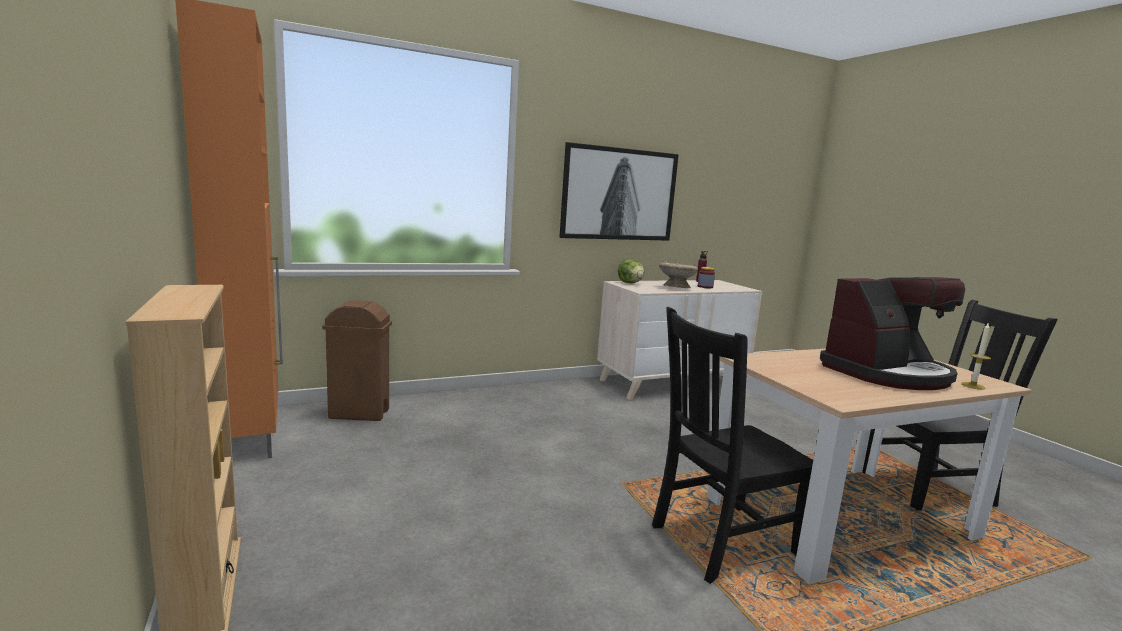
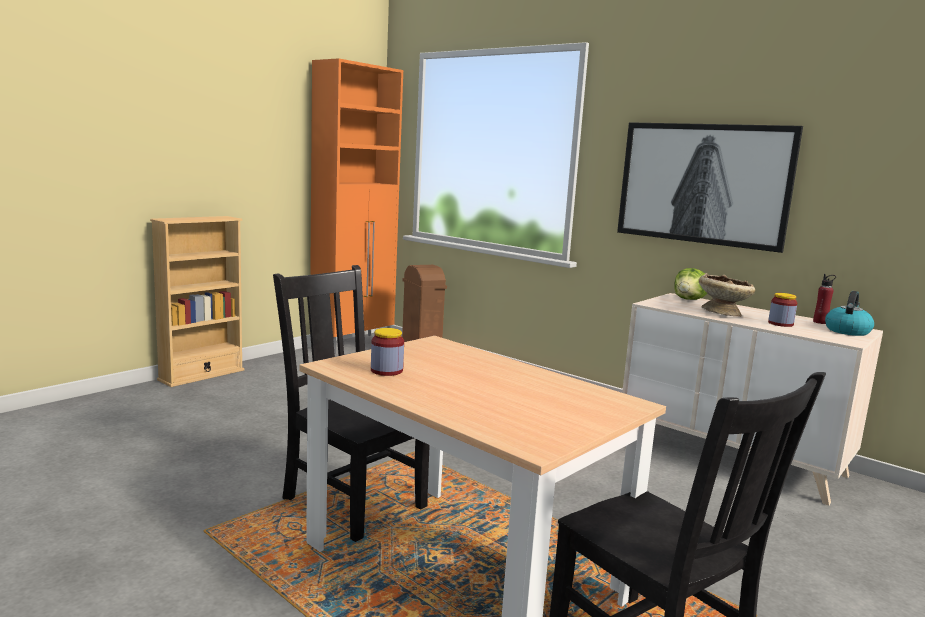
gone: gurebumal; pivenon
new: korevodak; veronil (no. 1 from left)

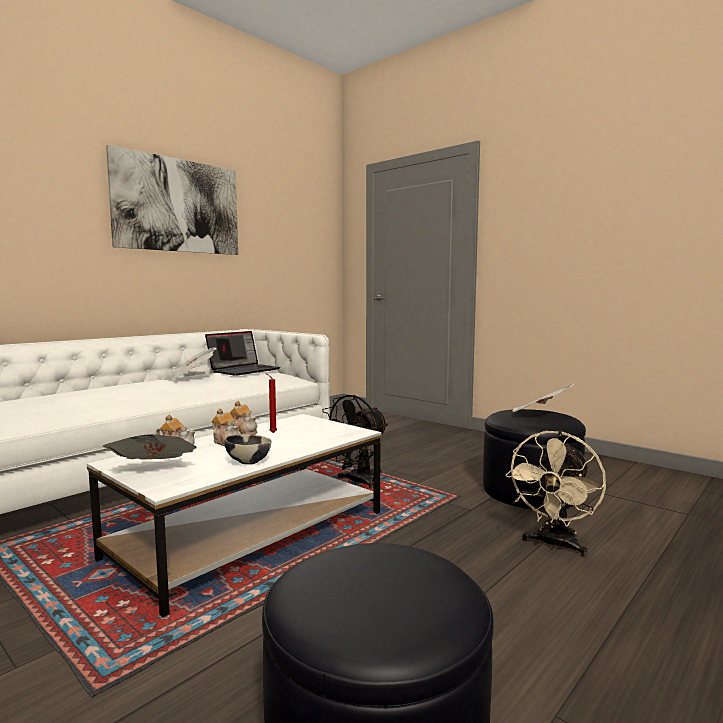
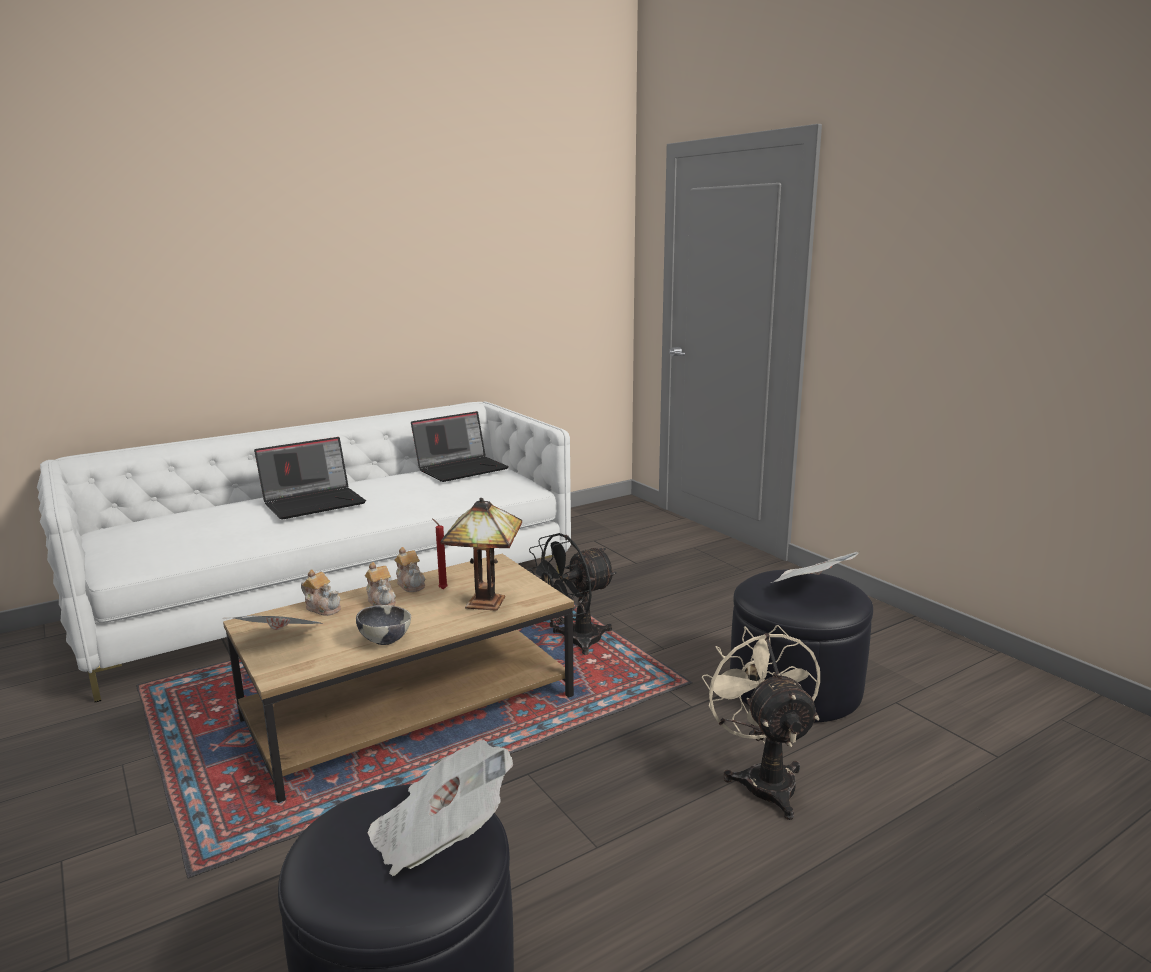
gone: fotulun
new: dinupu (no. 1 from left); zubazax
shifted: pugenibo (no. 2 from left)
repainted: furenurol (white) to furenurol (brown)
rotated: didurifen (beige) 120 degrees clockwise

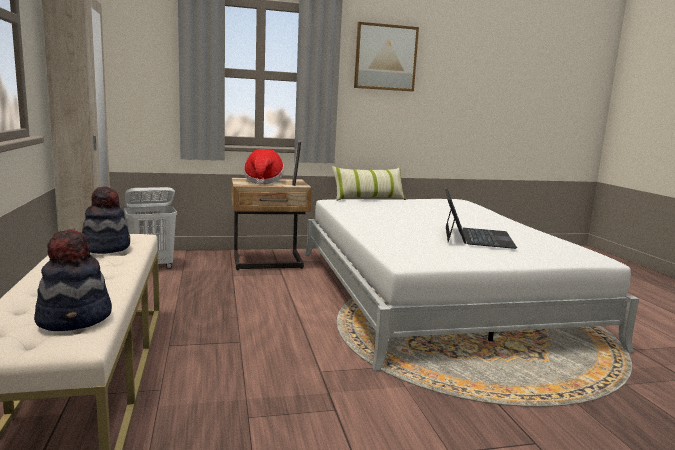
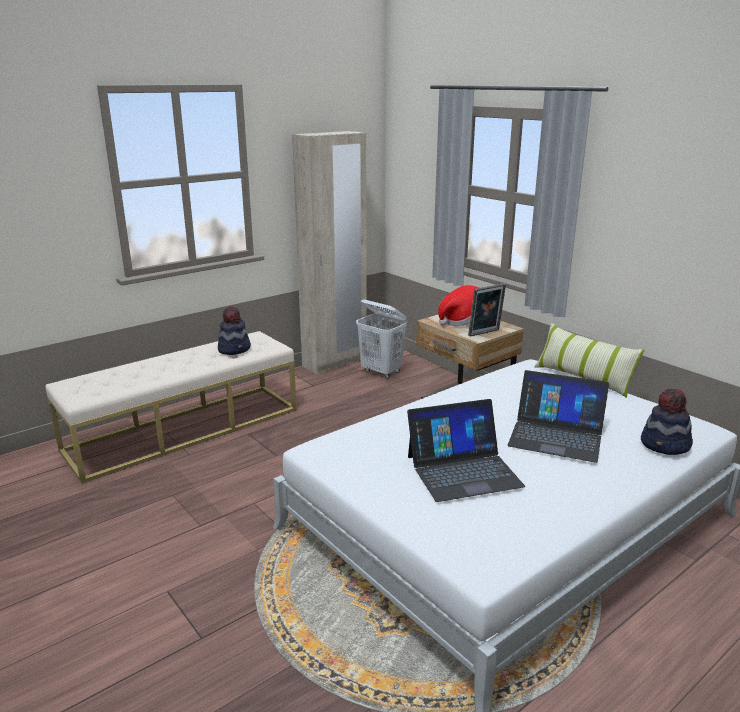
gone: fotulun
new: dinupu (no. 2 from left)
shifted: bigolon (no. 1 from left in the first image) to bigolon (no. 3 from left)

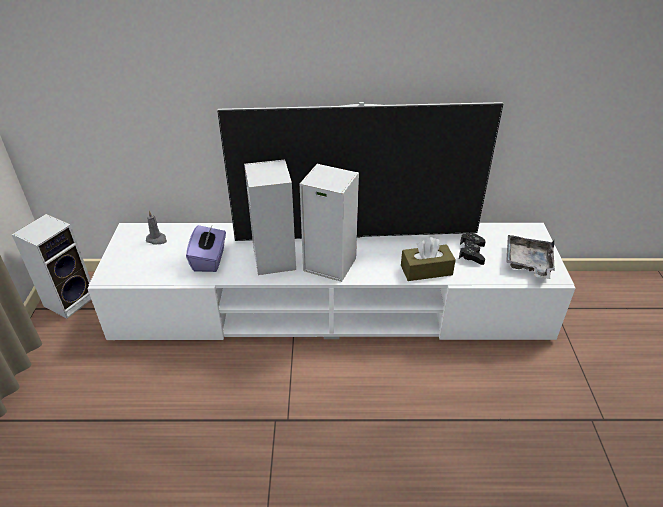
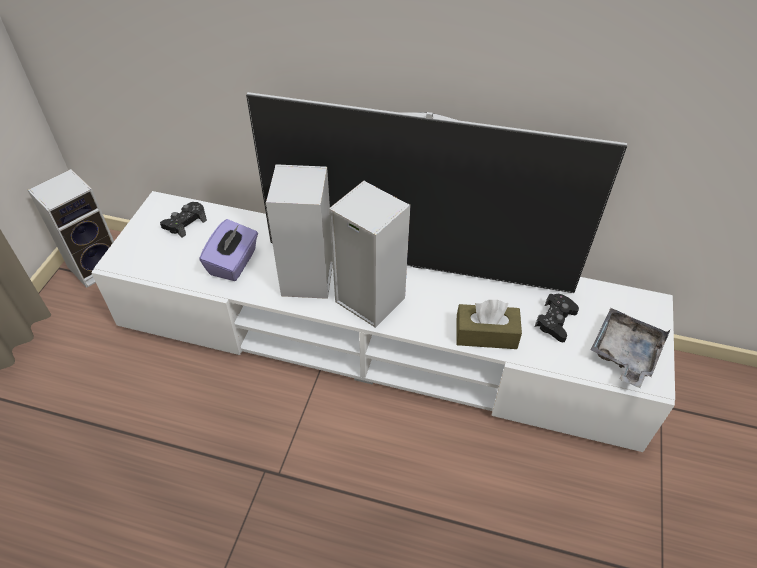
swapped: pivenon (grey) to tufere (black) (no. 1 from left)

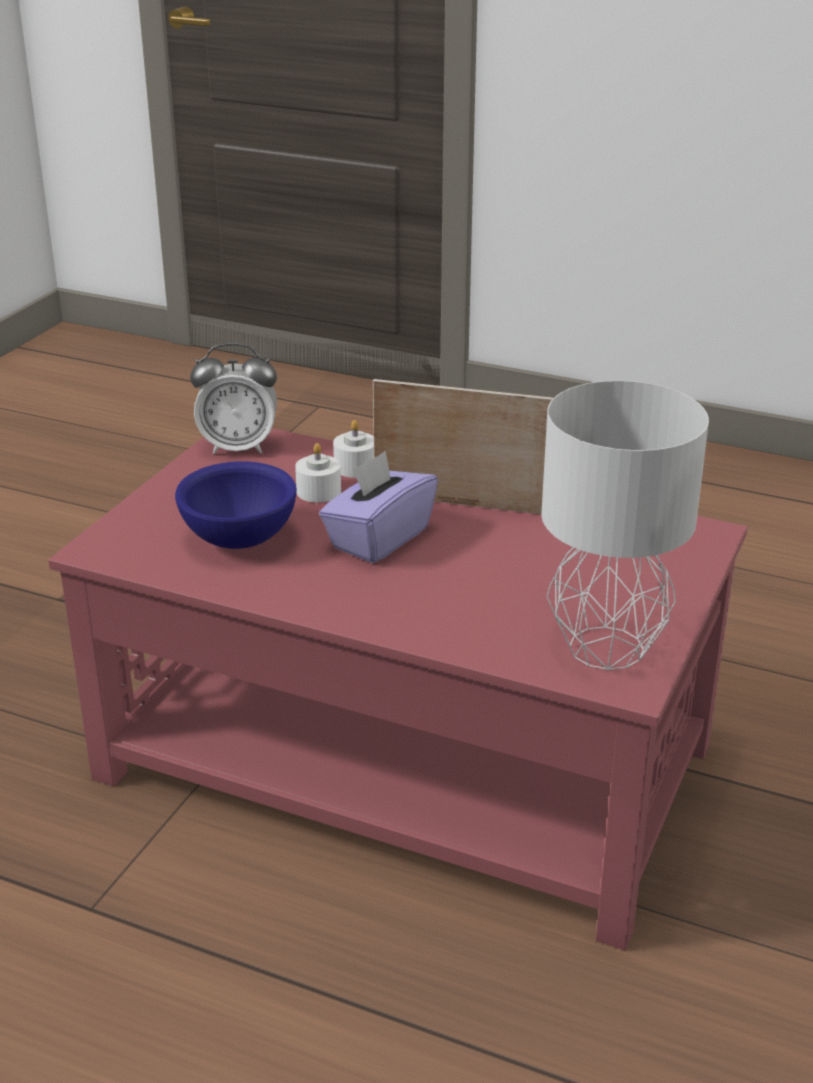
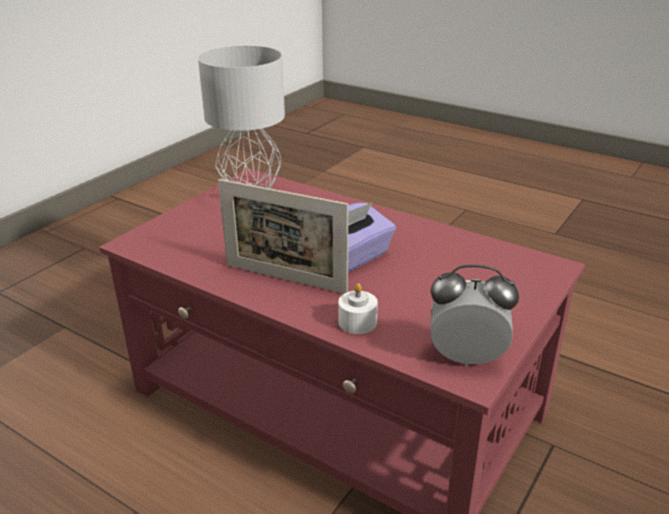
gone: pivenon (white) (no. 1 from left); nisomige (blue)

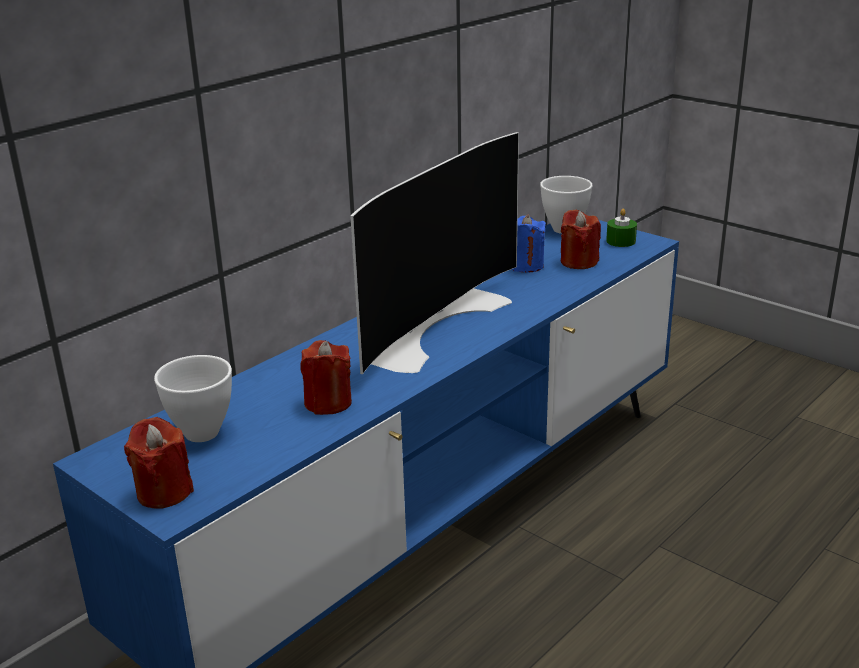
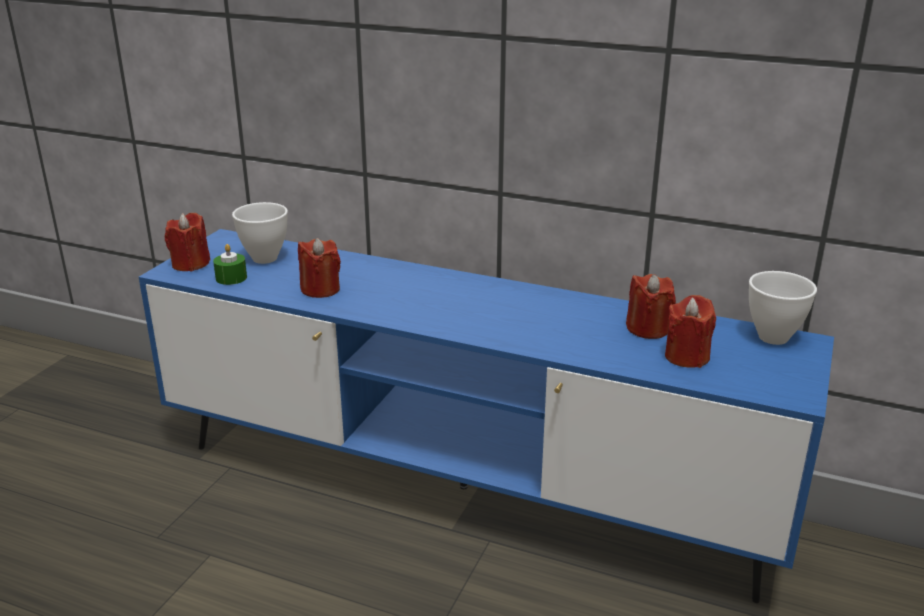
gone: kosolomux
shifted: pivenon (green)
repainted: pivenon (blue) to pivenon (red) (no. 3 from left)

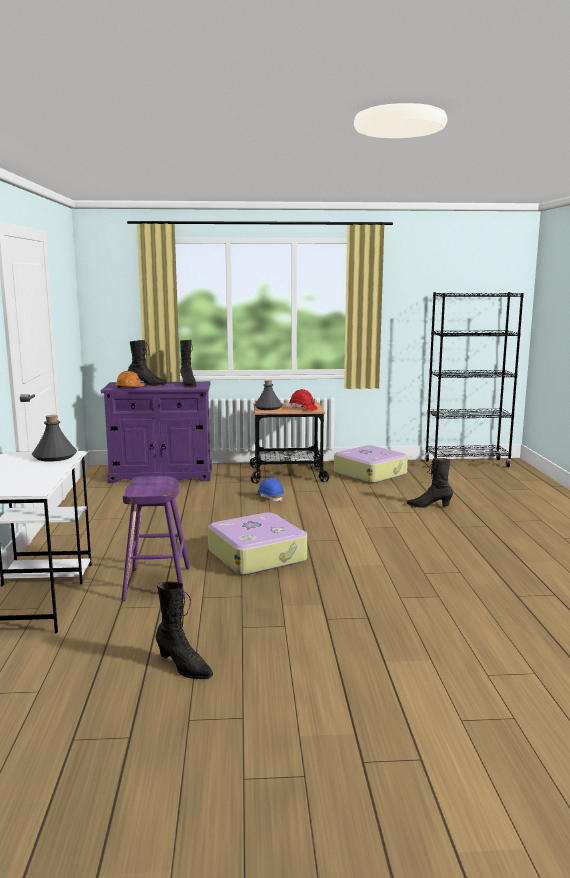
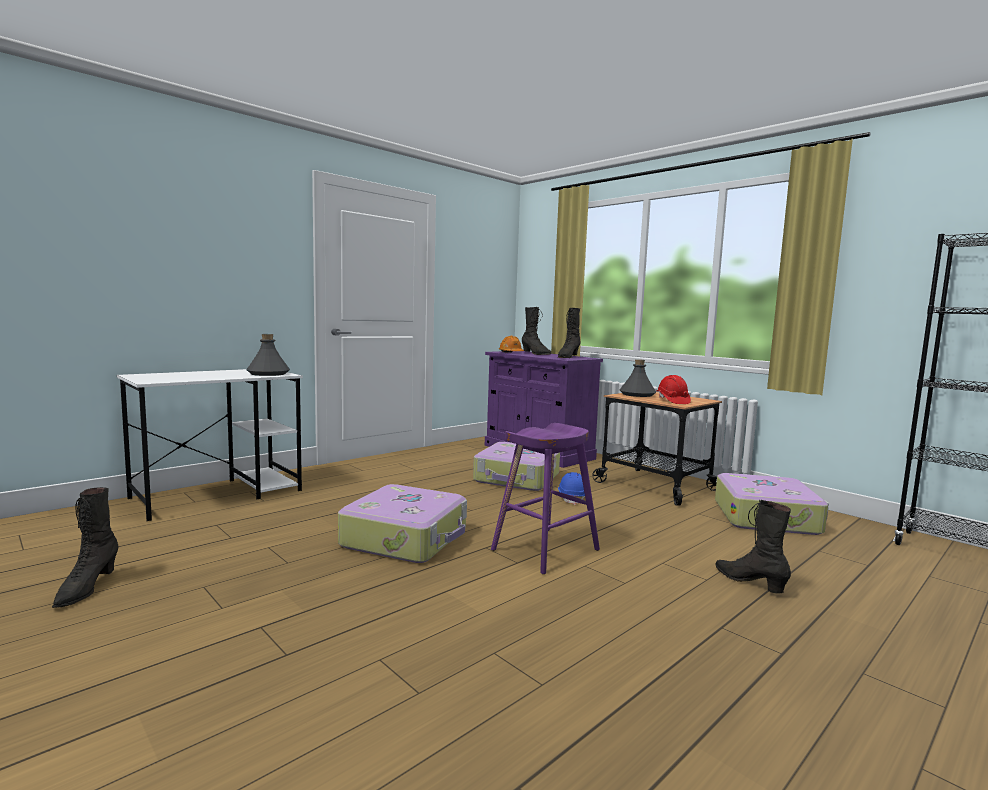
new: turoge (no. 2 from left)
shifted: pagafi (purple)

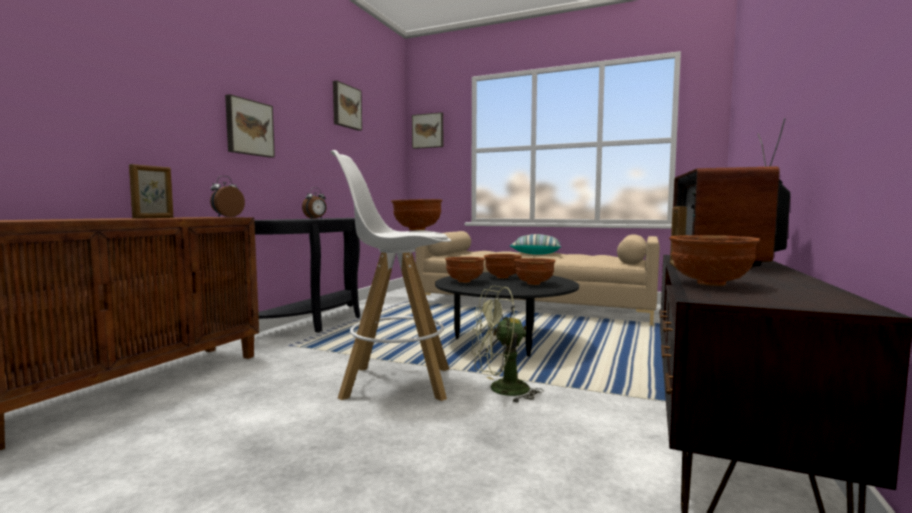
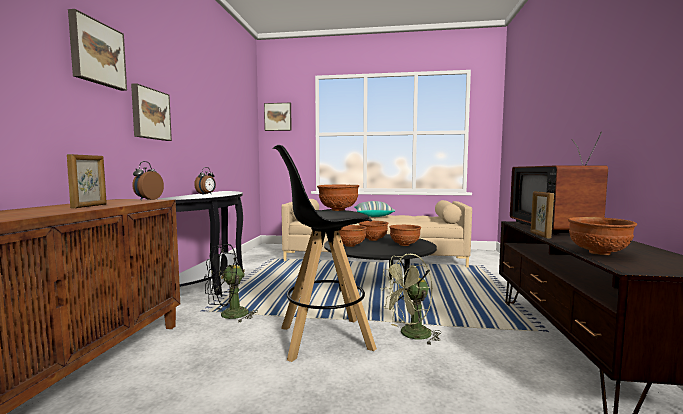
new: didurifen (black)
shifted: fotulun (no. 2 from left in the first image) to fotulun (no. 1 from left)
repainted: pagafi (white) to pagafi (black)

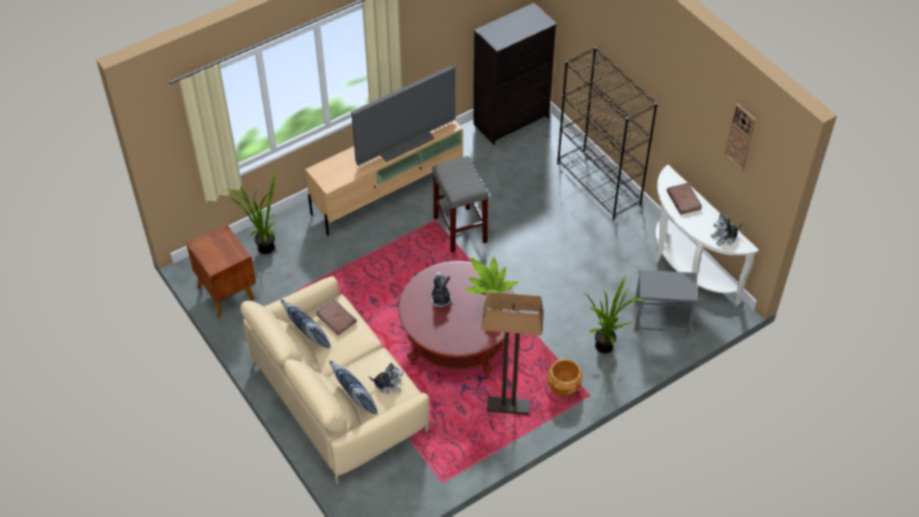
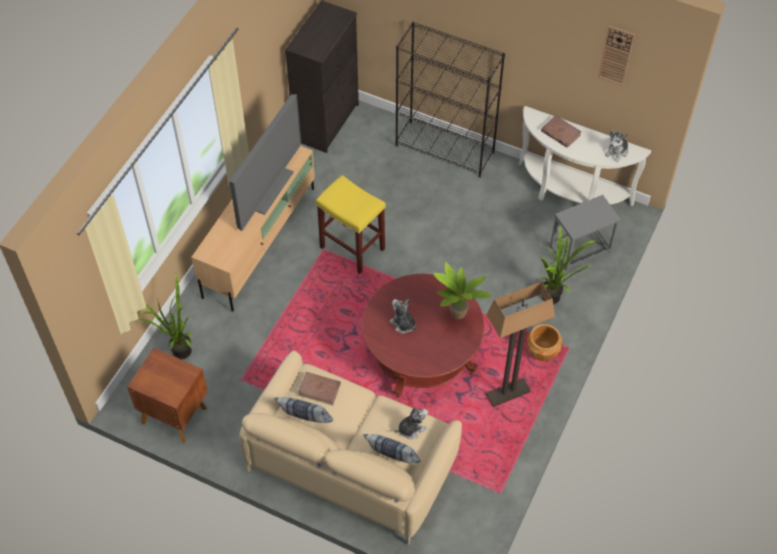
repainted: pagafi (grey) to pagafi (yellow)

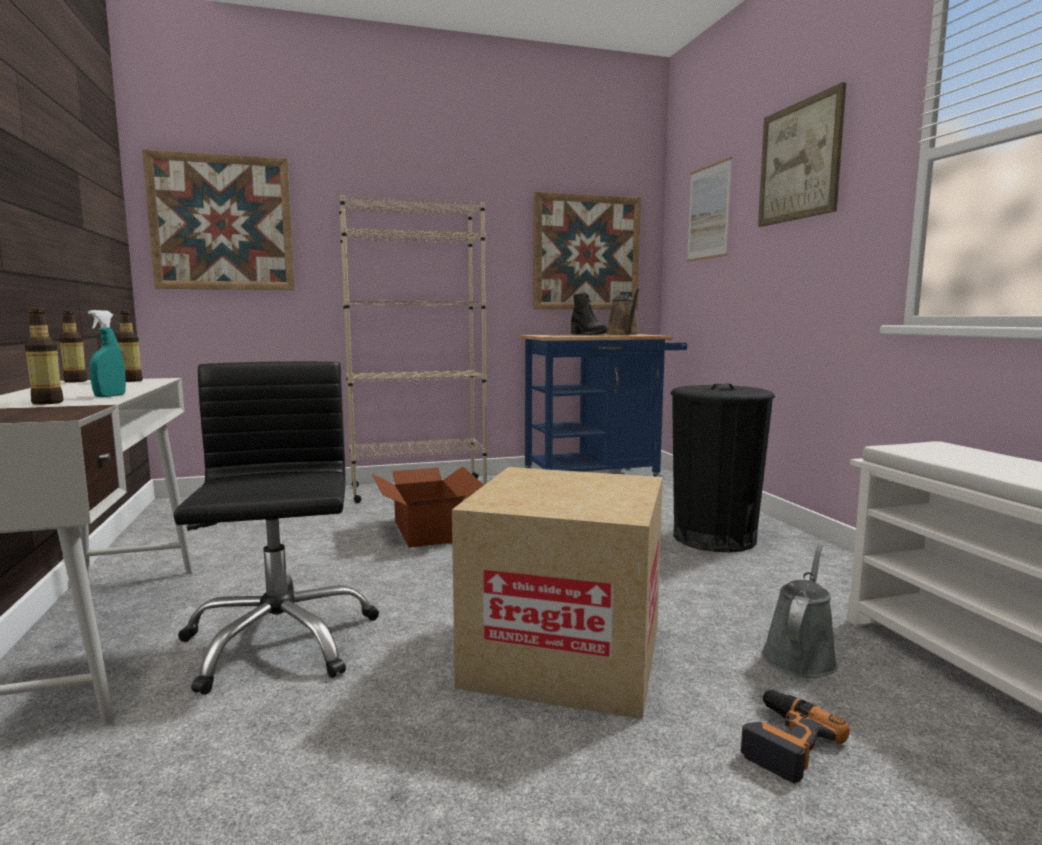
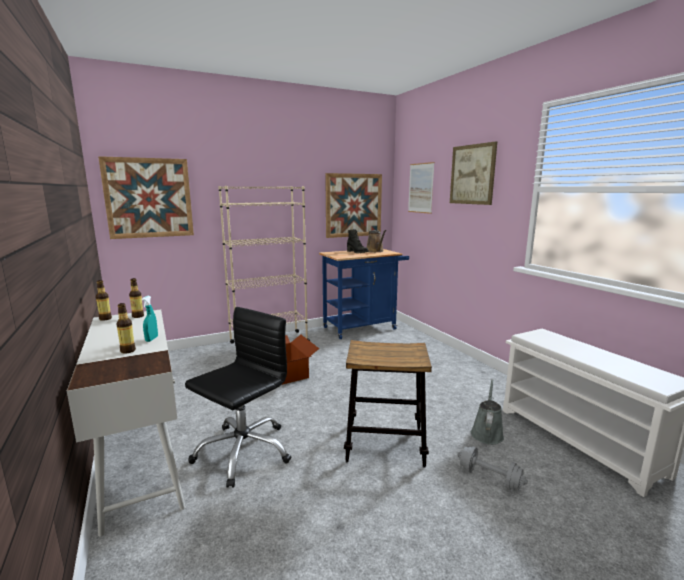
gone: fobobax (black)
swapped: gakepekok (no. 2 from left) to pagafi; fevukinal to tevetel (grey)
rotated: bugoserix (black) 60 degrees clockwise

